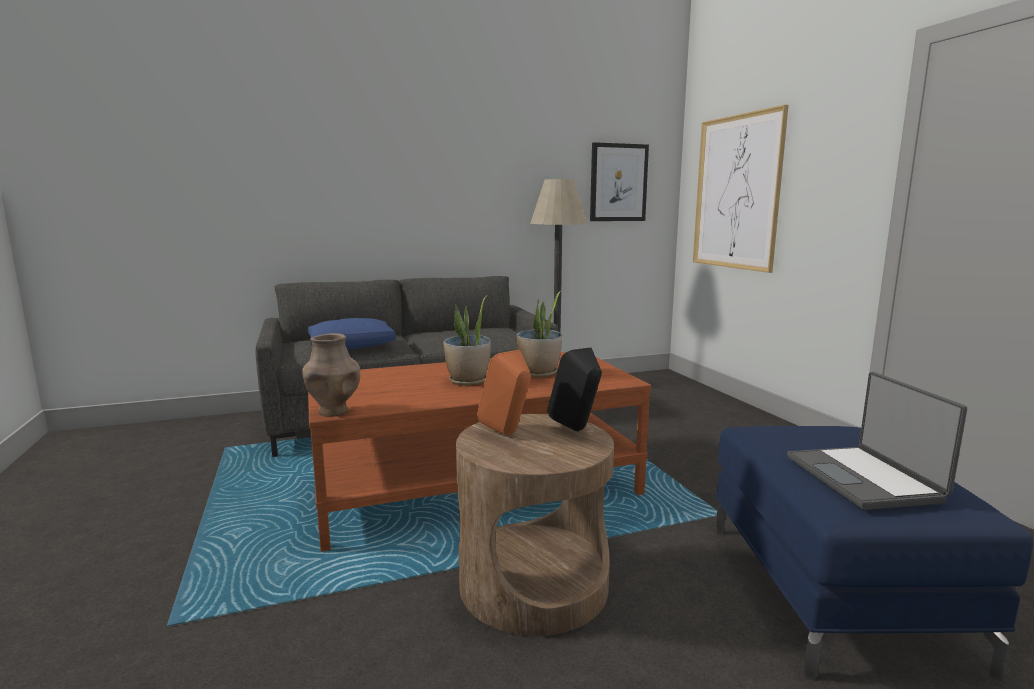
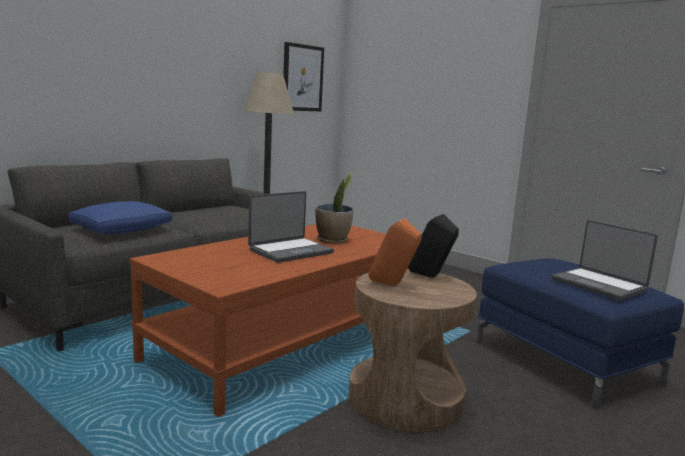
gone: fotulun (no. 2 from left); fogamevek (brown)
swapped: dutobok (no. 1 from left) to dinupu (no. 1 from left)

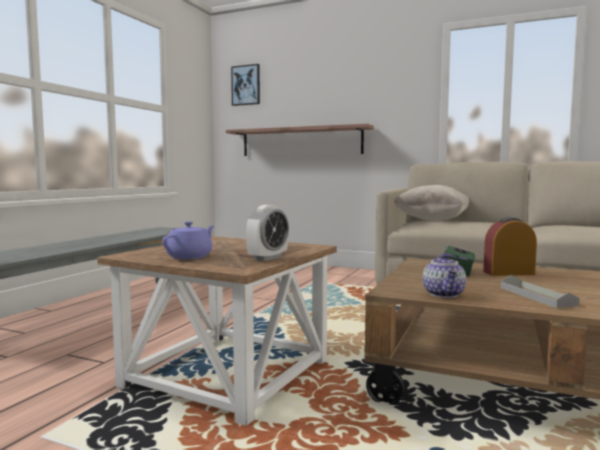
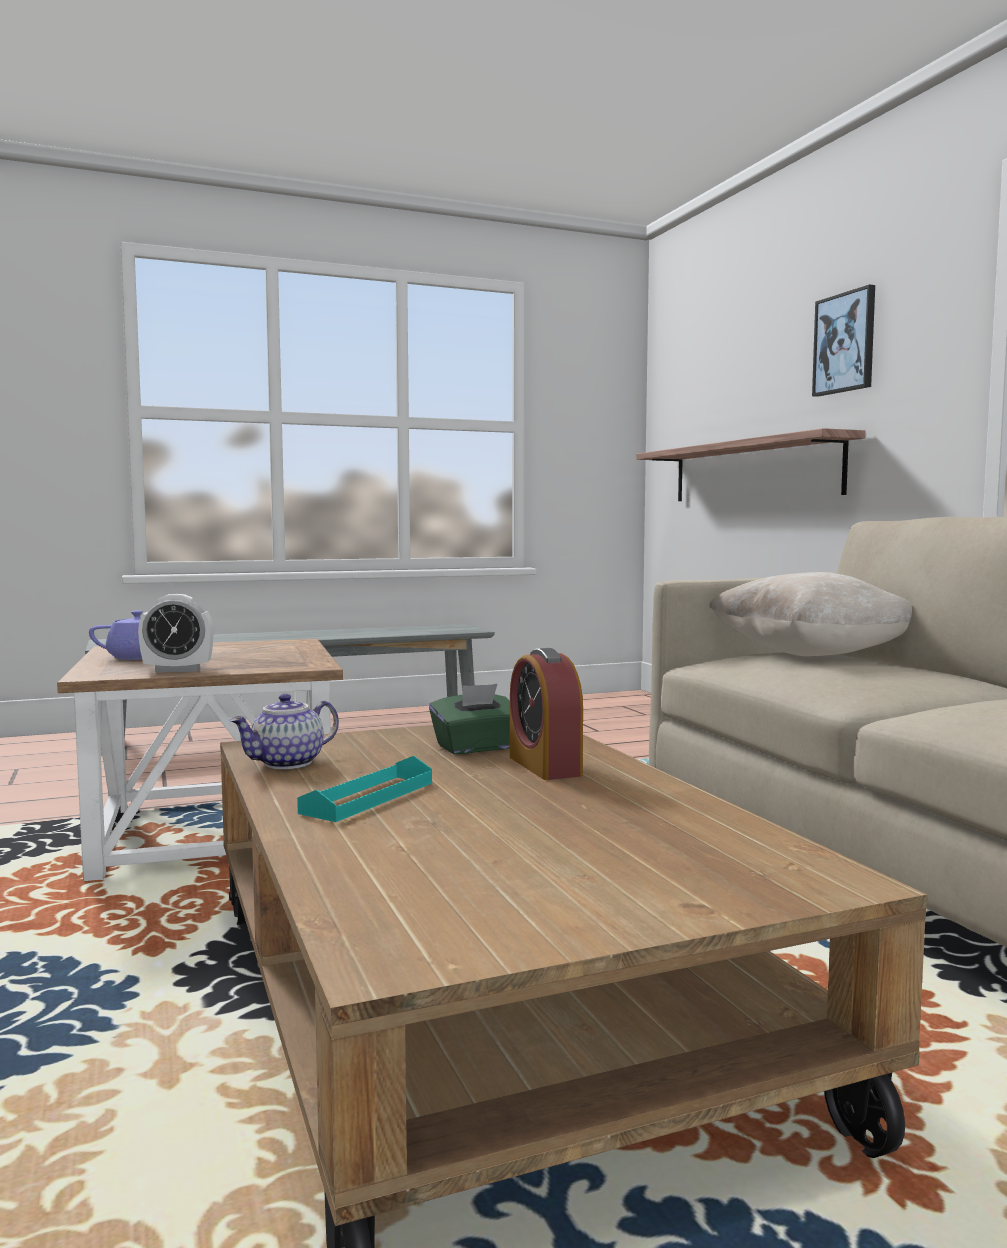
shifted: fotulun
repainted: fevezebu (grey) to fevezebu (turquoise)
rotated: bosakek (no. 2 from left) 150 degrees counterclockwise

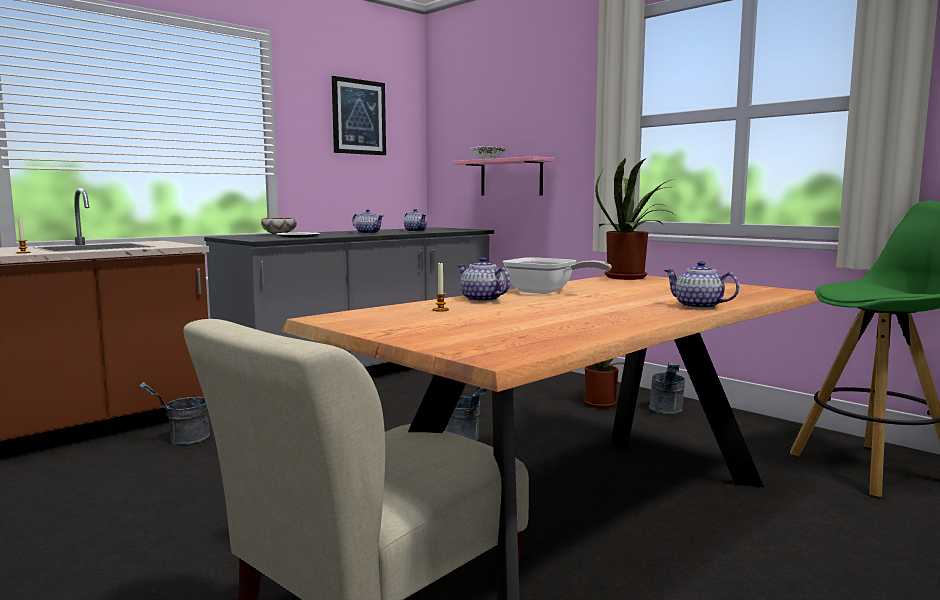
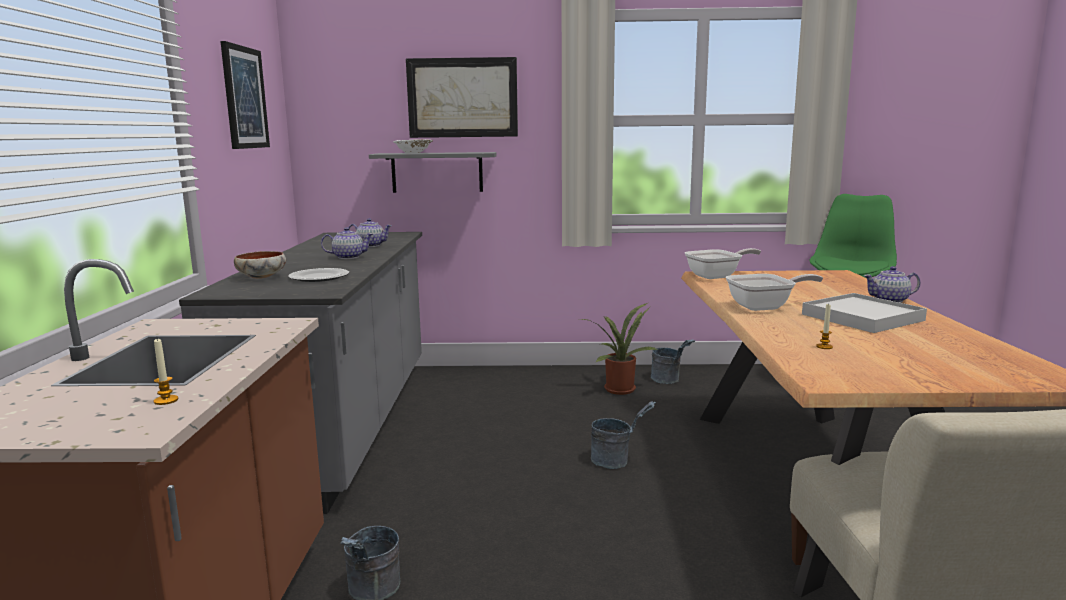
gone: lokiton (no. 3 from left)
new: fotulun (no. 2 from left); fevezebu (white)
swapped: dutobok (no. 2 from left) to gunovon (no. 1 from left)
repainted: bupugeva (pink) to bupugeva (grey)

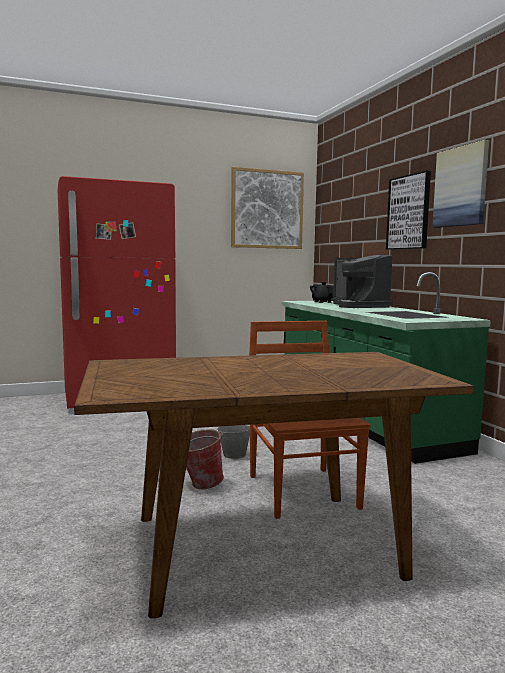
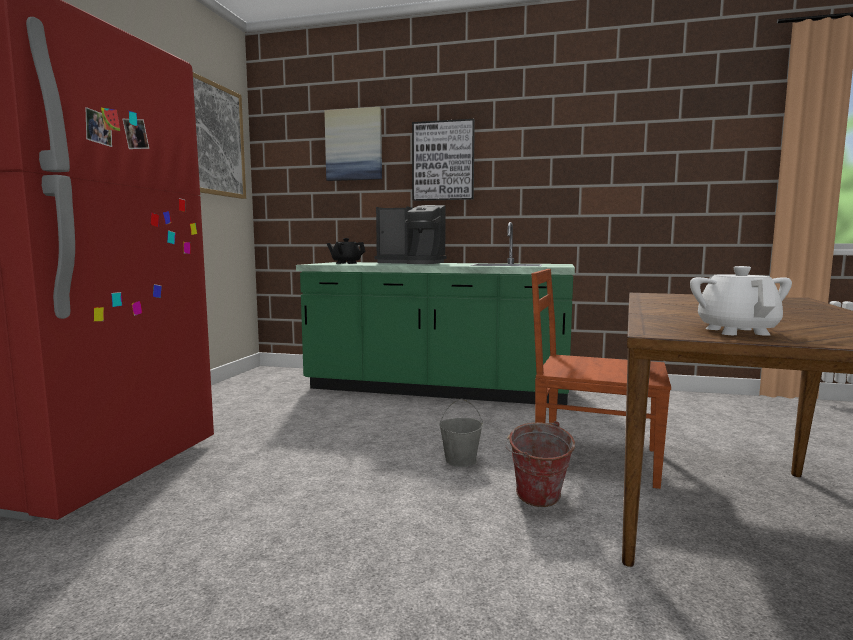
new: lokiton (white)
shifted: fotulun (no. 3 from left in the first image) to fotulun (no. 2 from left)

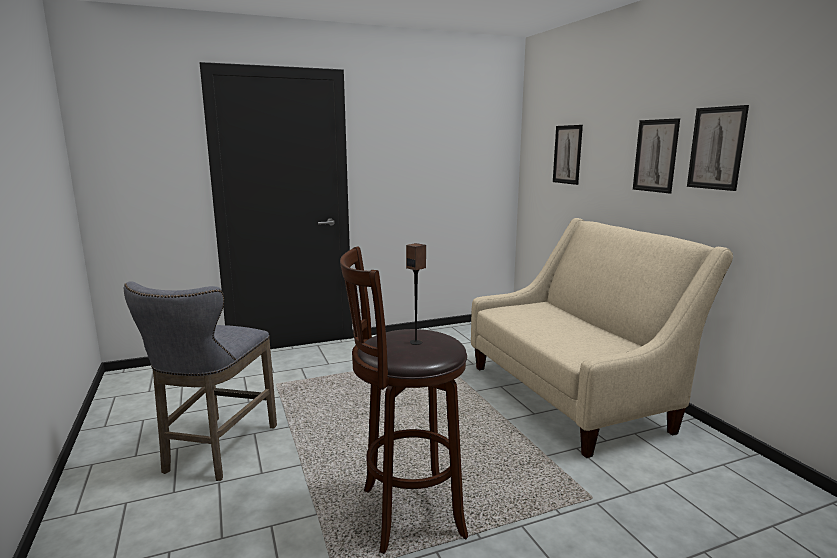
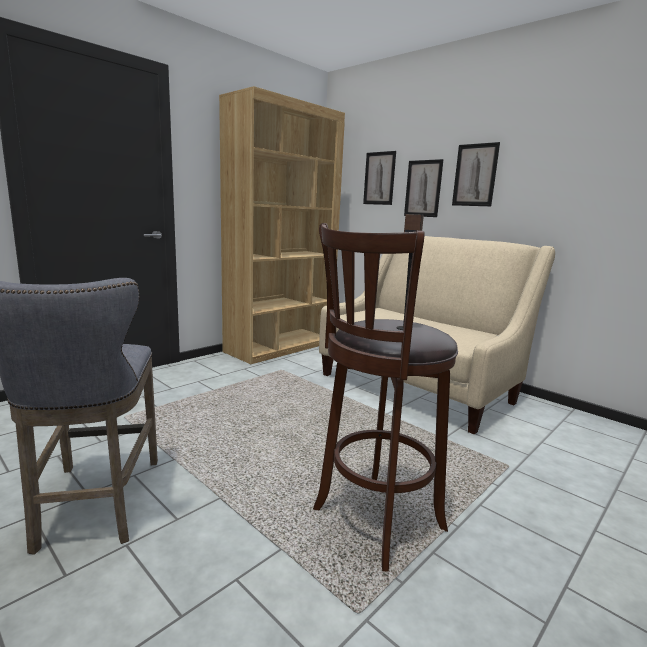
new: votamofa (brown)
shifted: fotulun (no. 3 from left in the first image) to fotulun (no. 2 from left)

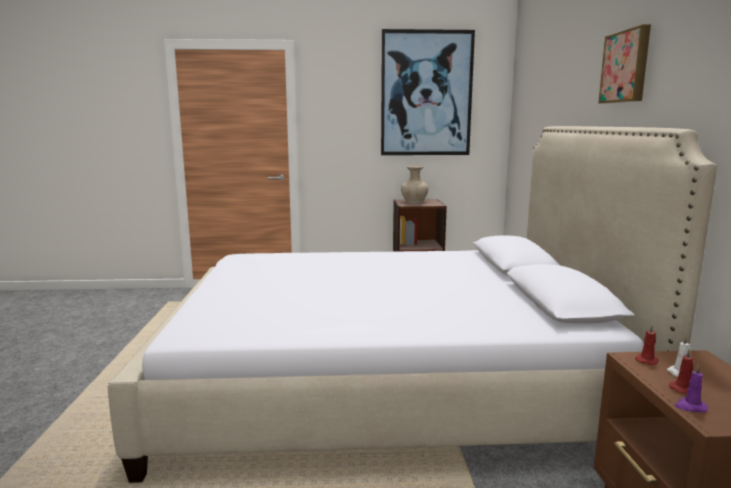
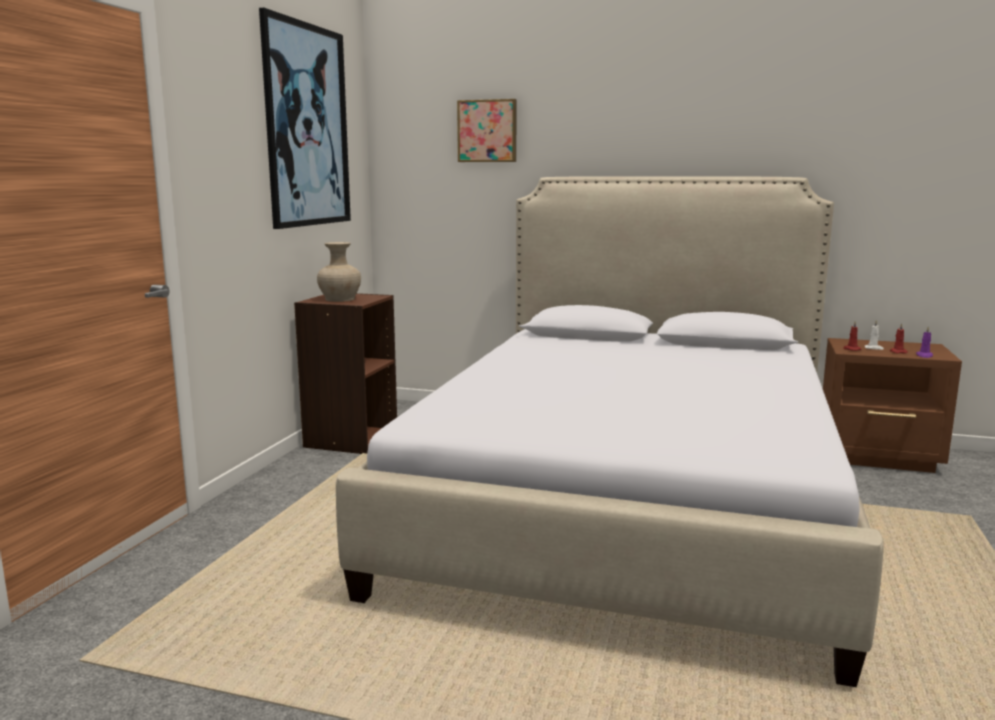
shifted: fotulun (no. 2 from left)

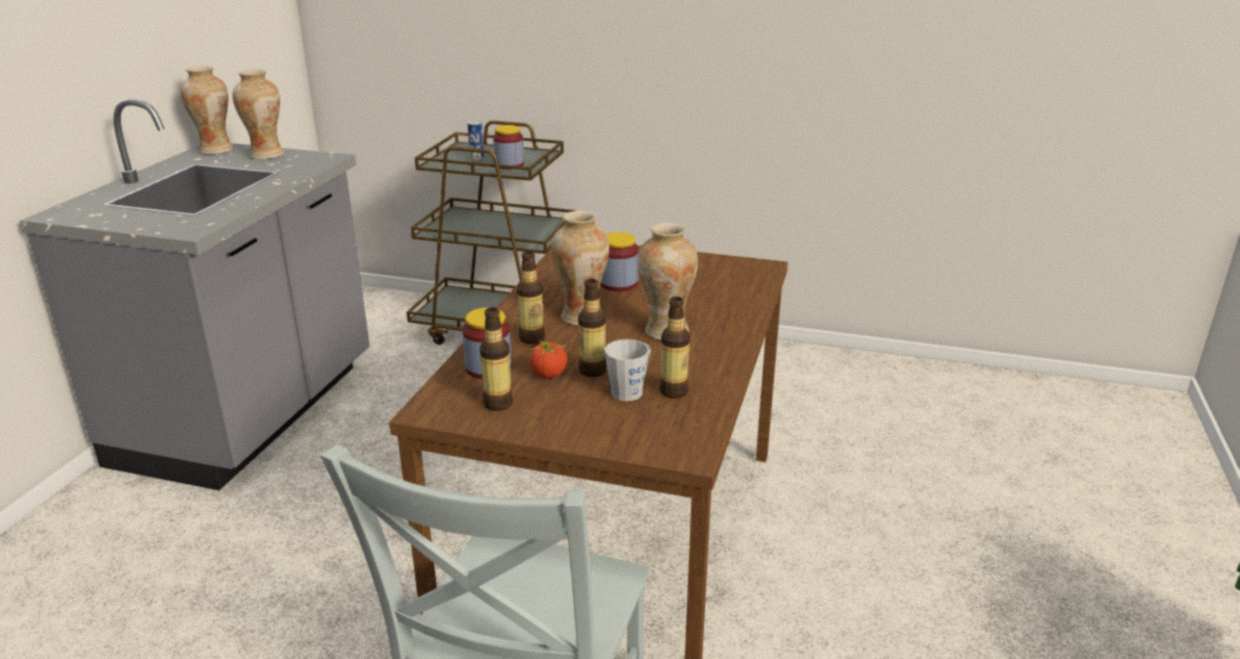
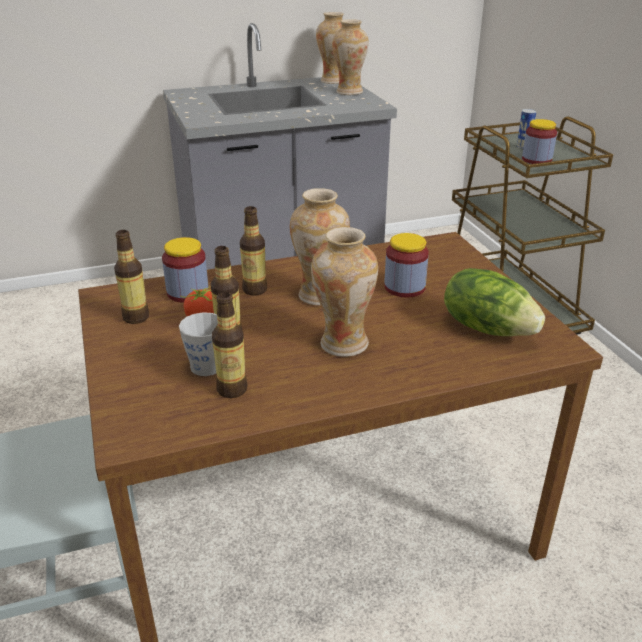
new: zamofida

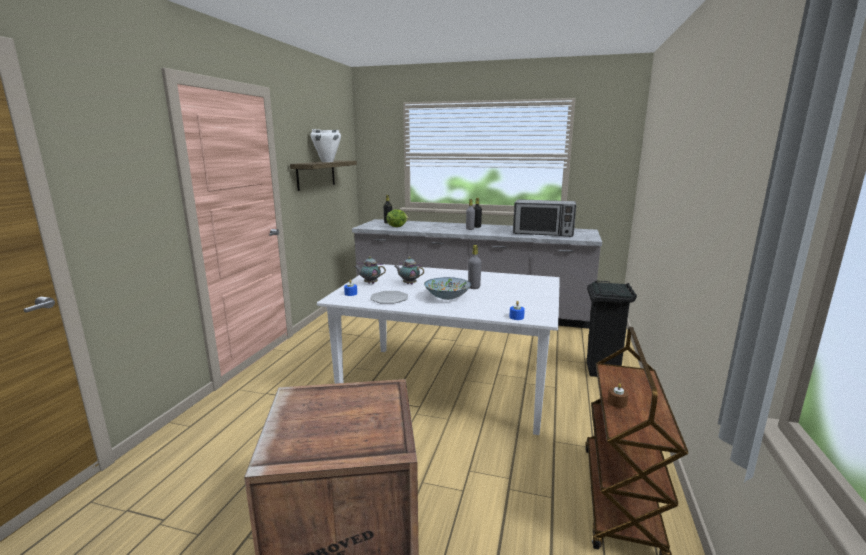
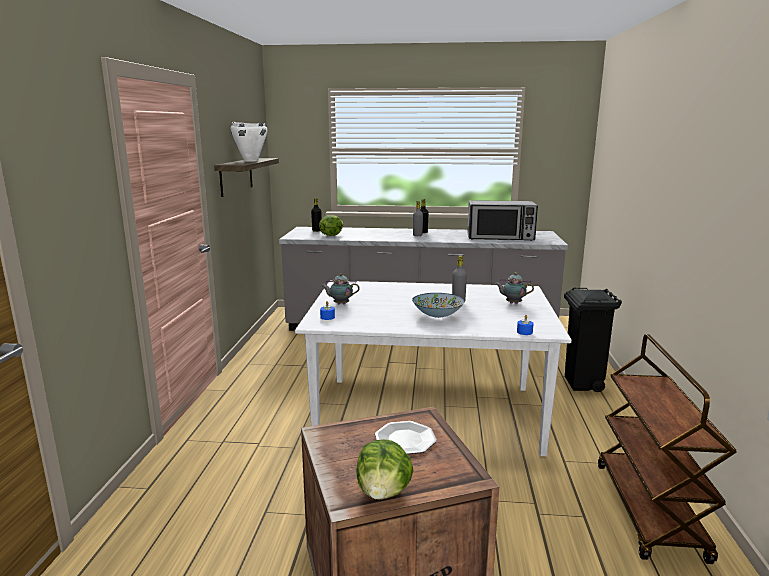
gone: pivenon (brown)
new: zamofida (no. 2 from left)
shifted: lokiton (no. 2 from left); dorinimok

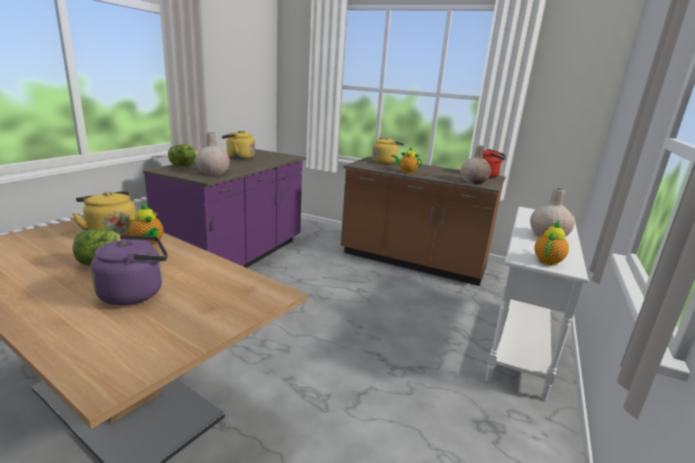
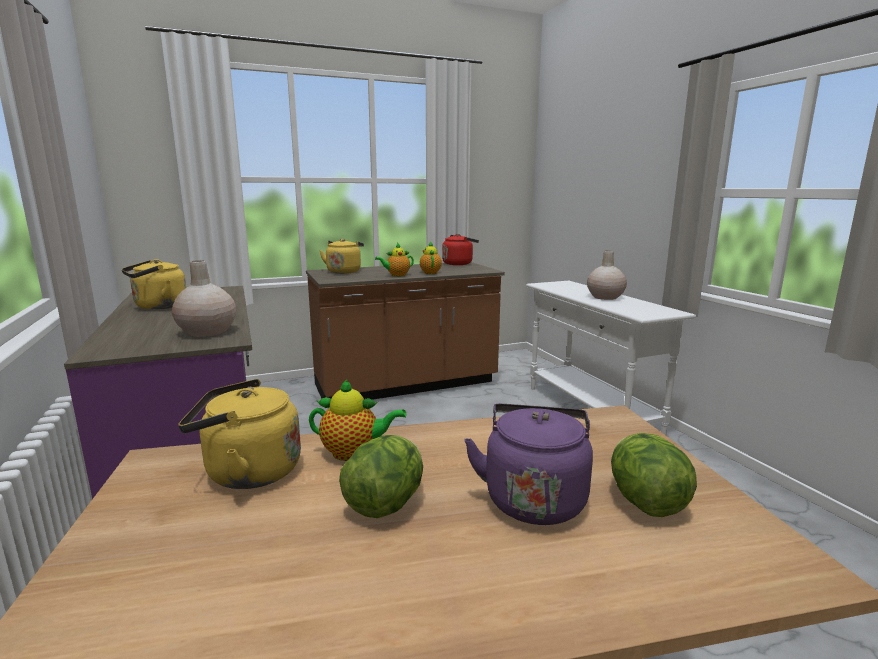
gone: fogamevek (beige) (no. 2 from left)
shifted: zamofida (no. 2 from left); lokiton (no. 3 from left)

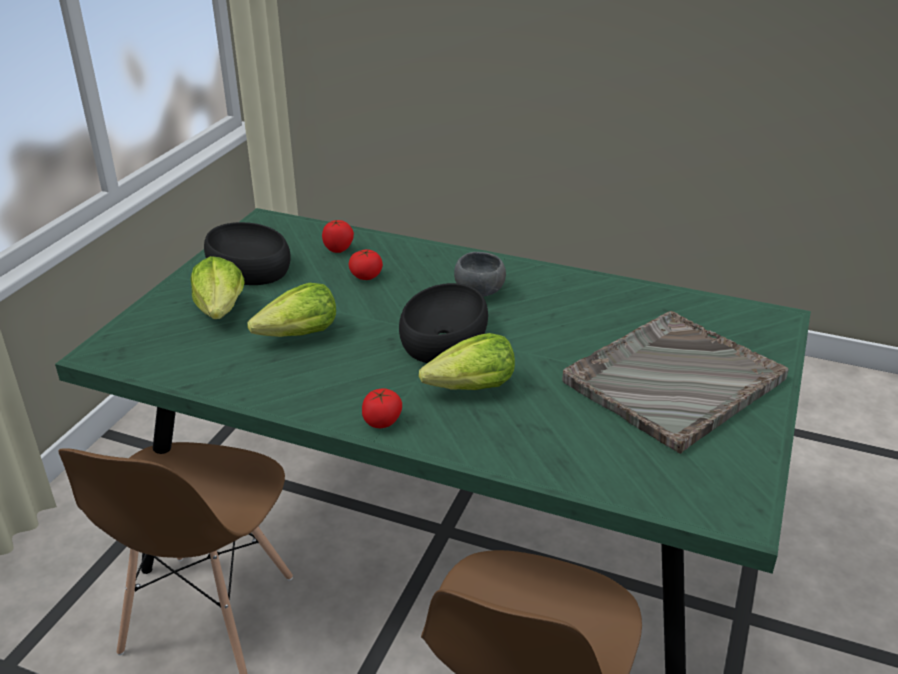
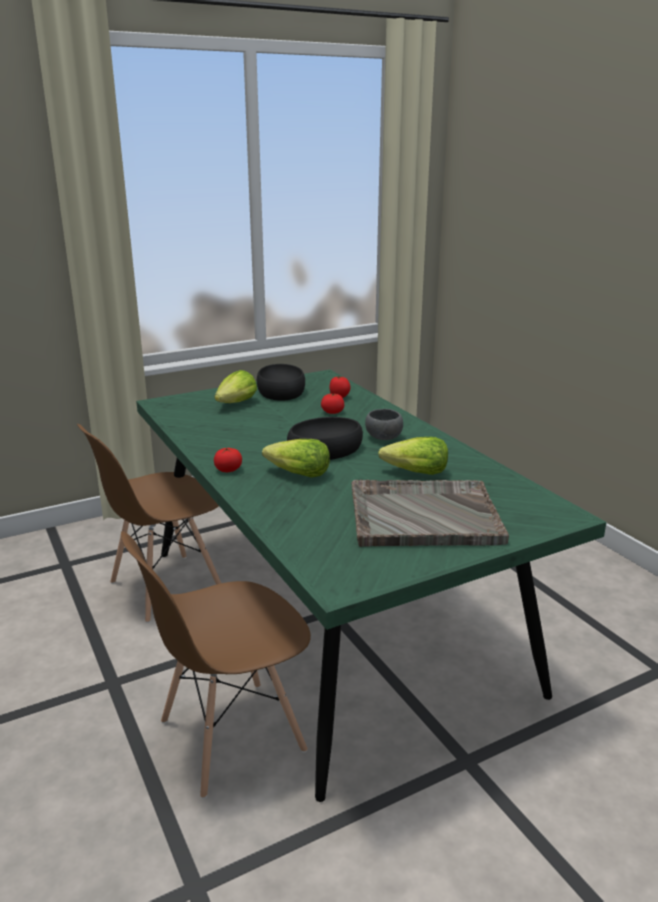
shifted: zamofida (no. 2 from left in the first image) to zamofida (no. 3 from left)

